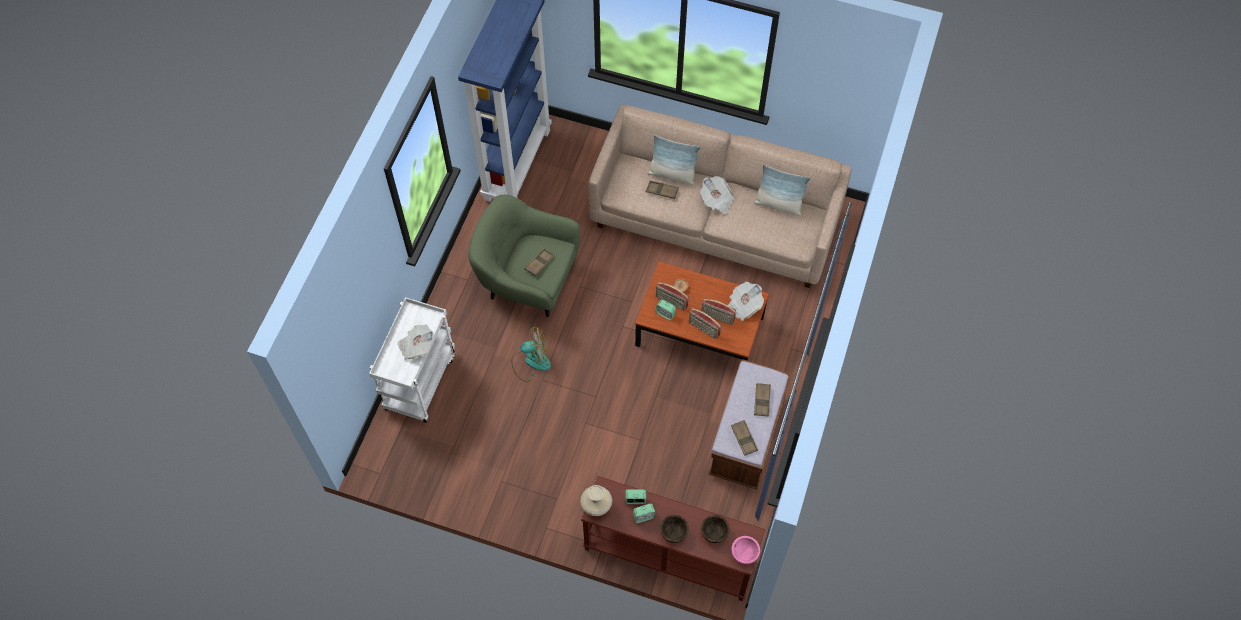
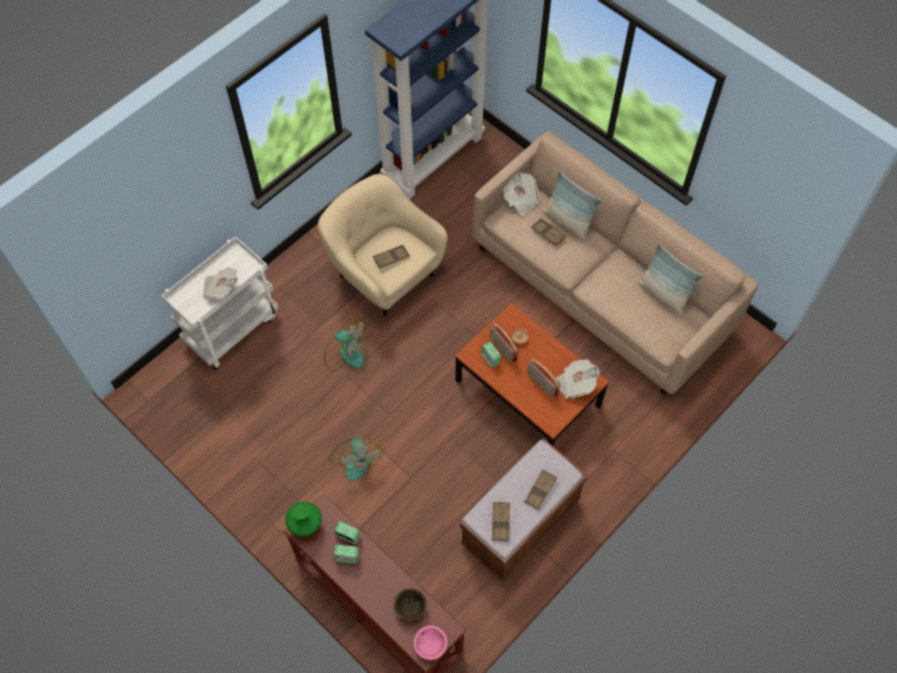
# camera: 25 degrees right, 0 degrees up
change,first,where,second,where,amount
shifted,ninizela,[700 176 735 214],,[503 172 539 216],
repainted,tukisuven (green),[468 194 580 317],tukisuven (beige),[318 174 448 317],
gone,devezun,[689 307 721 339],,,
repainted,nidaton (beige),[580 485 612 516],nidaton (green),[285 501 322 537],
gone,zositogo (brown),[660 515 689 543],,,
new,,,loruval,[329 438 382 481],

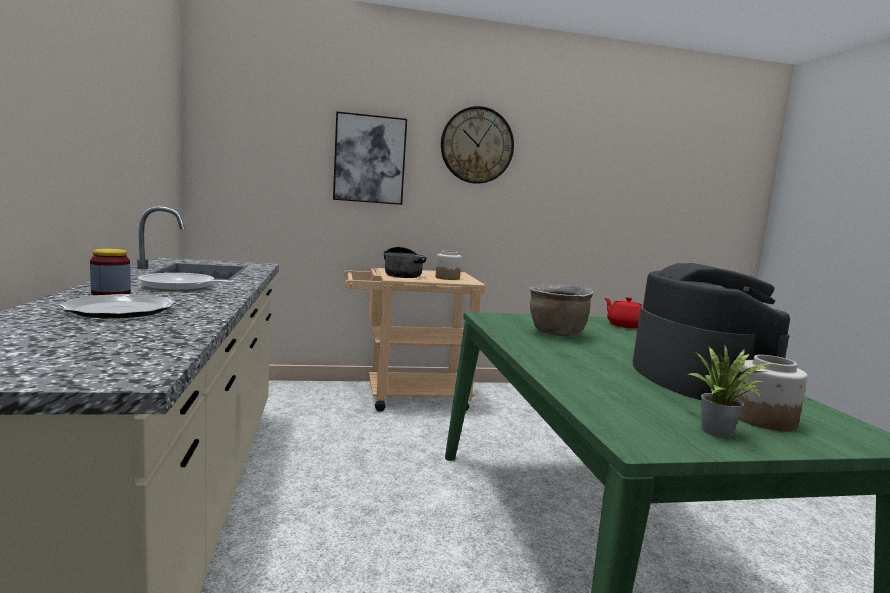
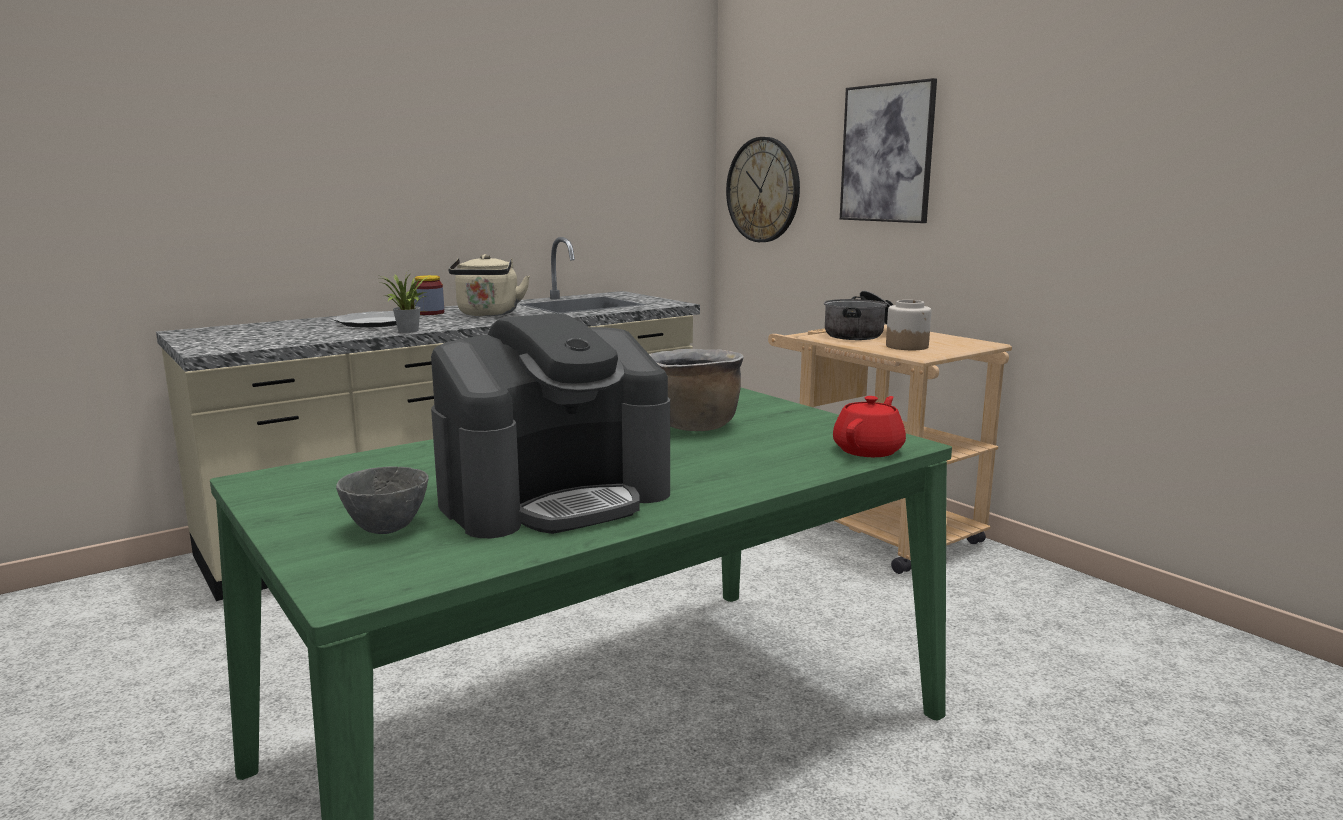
# camera: 65 degrees right, 5 degrees up
change,first,where,second,where,amount
shifted,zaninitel,[441 106 514 184],,[726 137 800 242],
swapped,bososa,[138 273 237 291],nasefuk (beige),[448 254 530 316],
shifted,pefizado,[689 346 778 438],,[379 271 430 333],
swapped,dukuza,[735 355 808 431],zositogo (grey),[336 466 429 534],

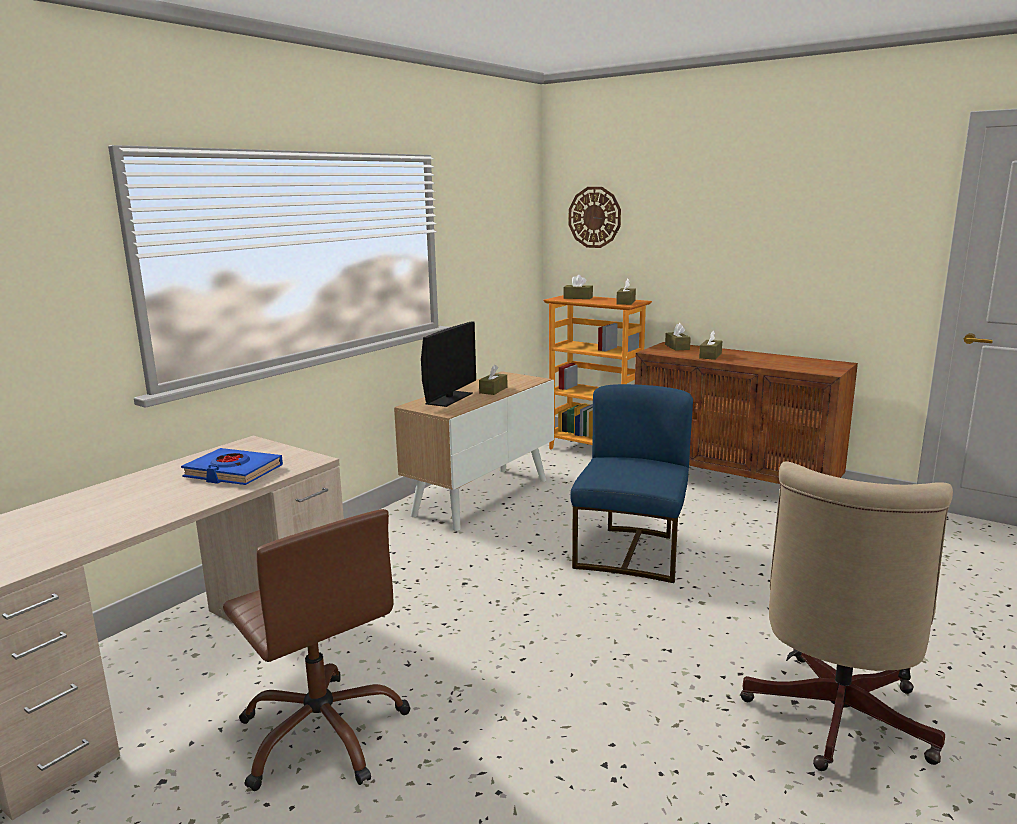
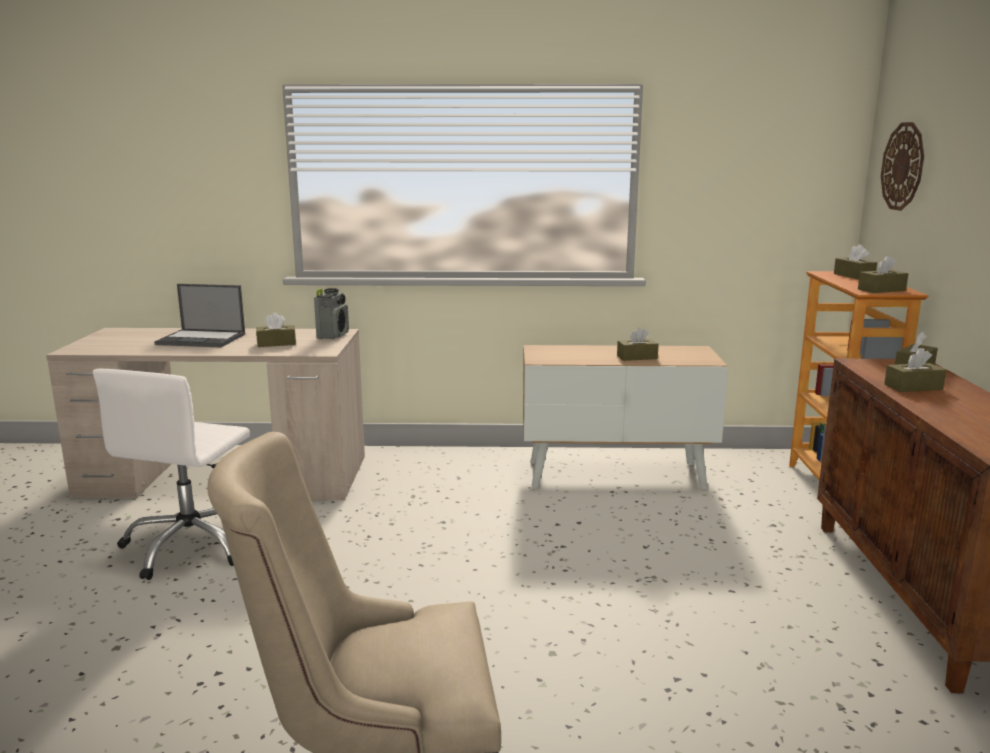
# camera: 55 degrees right, 0 degrees up
change,first,where,second,where,amount
gone,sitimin,[421 321 476 407],,,
gone,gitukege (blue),[570 384 693 583],,,
swapped,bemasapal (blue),[181 448 283 485],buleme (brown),[256 312 296 347],
repainted,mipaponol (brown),[223 509 410 791],mipaponol (white),[93 369 250 580],
new,,,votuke,[154 284 245 348],
new,,,devezun,[314 288 349 339],

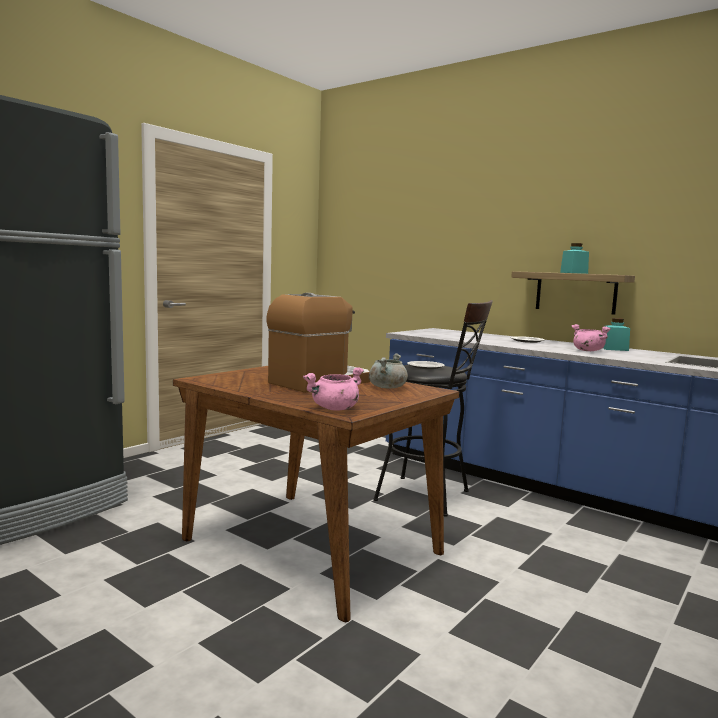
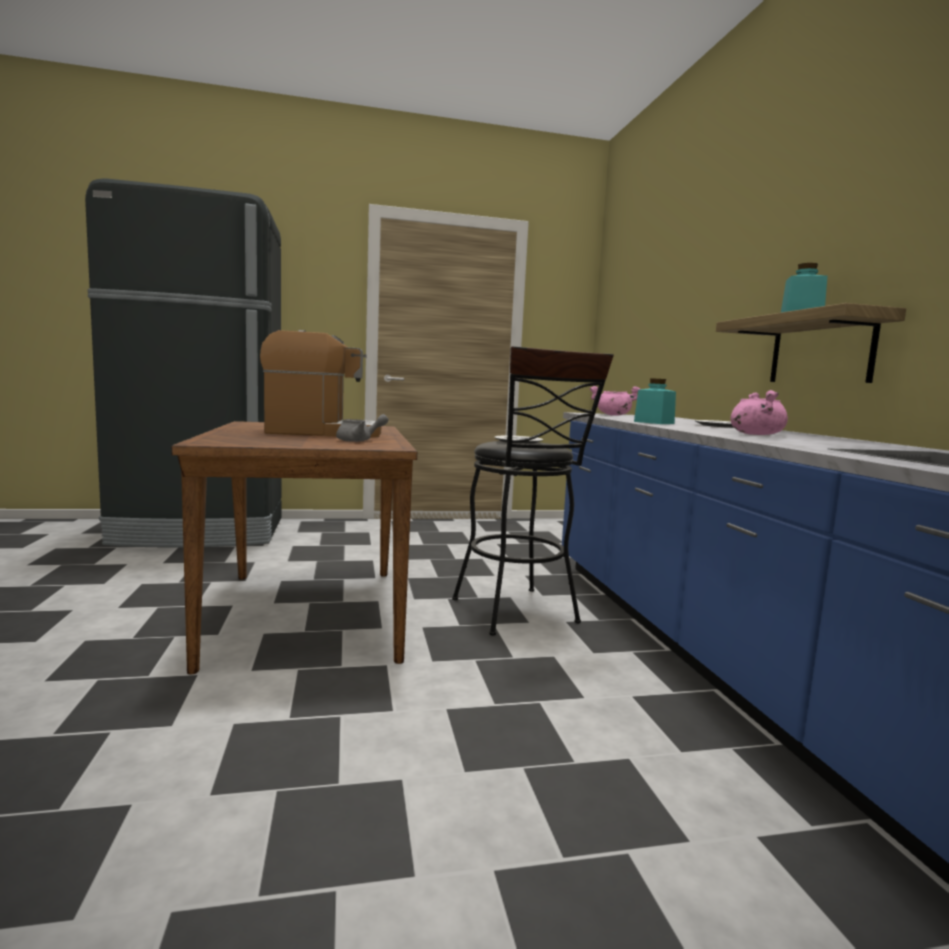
# camera: 40 degrees right, 0 degrees up
change,first,where,second,where,amount
shifted,dukuza (turquoise),[603 318 630 351],,[634 379 676 424],
swapped,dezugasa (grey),[369 353 408 388],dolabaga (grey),[336 414 389 442],
shifted,dezugasa (pink),[303 367 364 411],,[589 386 640 416],

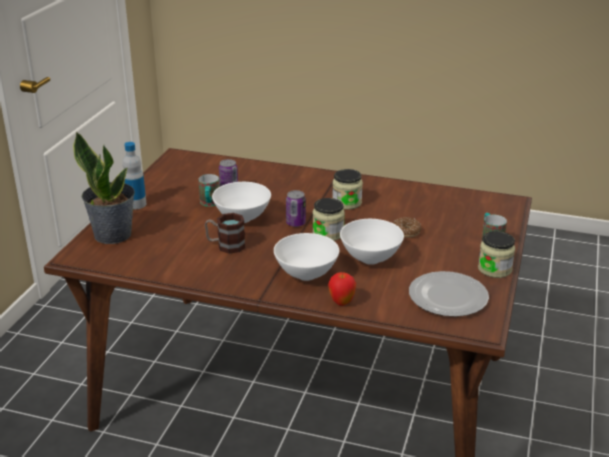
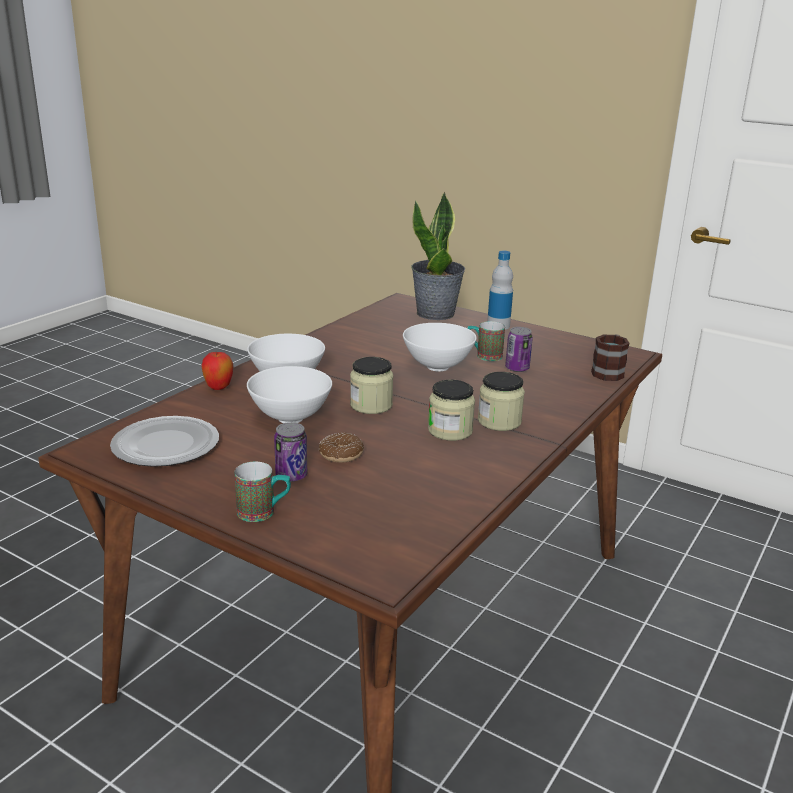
# camera: 105 degrees right, 5 degrees down
change,first,where,second,where,amount
shifted,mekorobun,[286 190 306 227],,[274 422 307 482],
shifted,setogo,[205 213 246 254],,[591 334 629 381],
shifted,dukuza,[478 231 515 278],,[478 372 525 431],

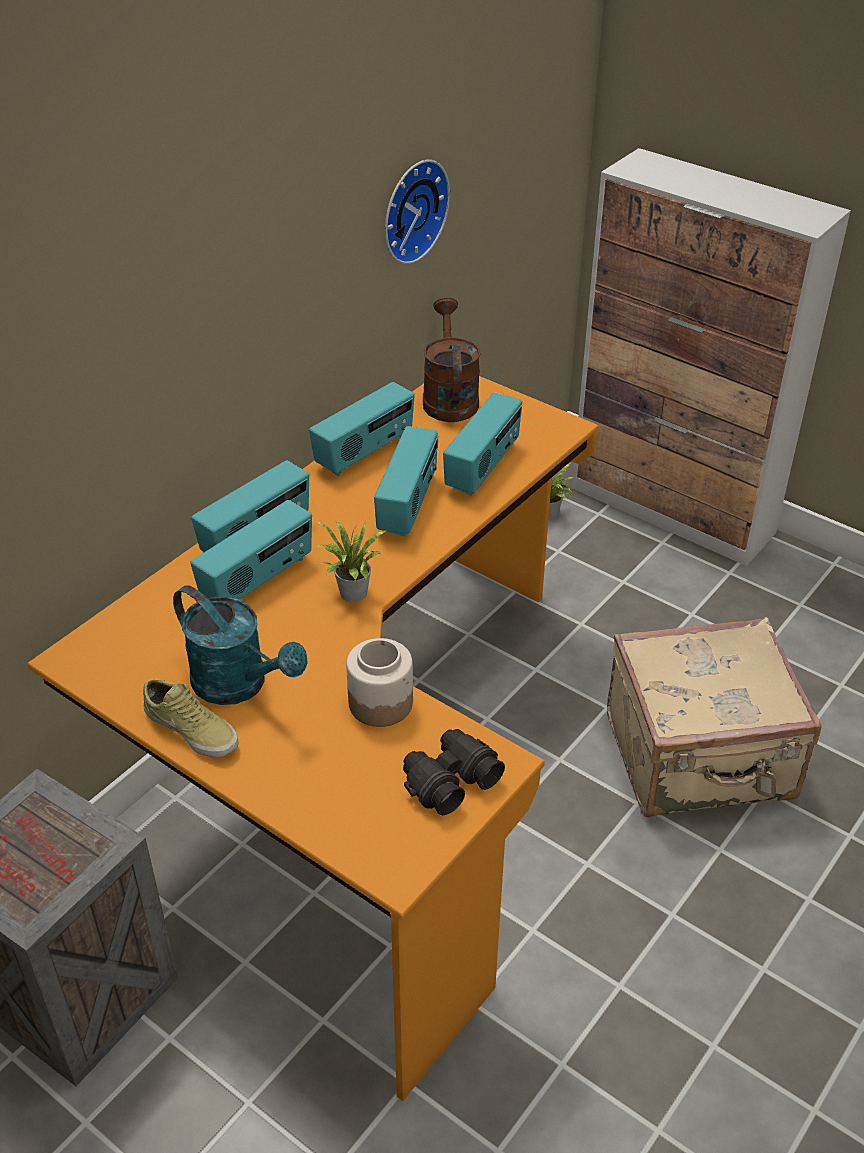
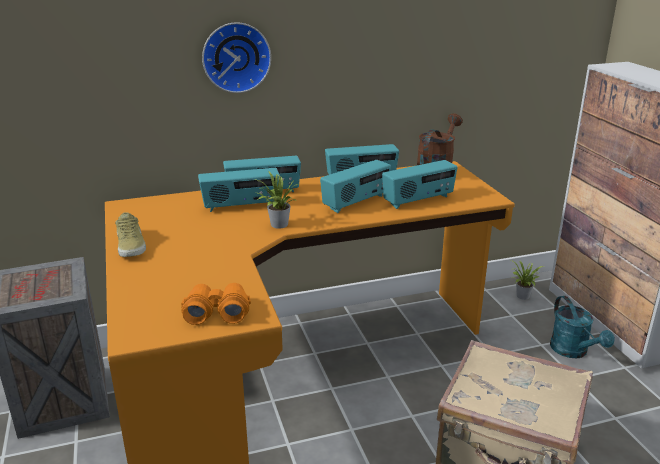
# camera: 35 degrees right, 15 degrees down
change,first,where,second,where,amount
shifted,zaninitel,[385 160 450 264],,[202 22 271 93],
shifted,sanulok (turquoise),[173 585 308 705],,[550 296 615 358],
gone,dukuza,[346 638 413 727],,,
repainted,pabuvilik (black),[403 729 505 815],pabuvilik (orange),[181 283 251 325],

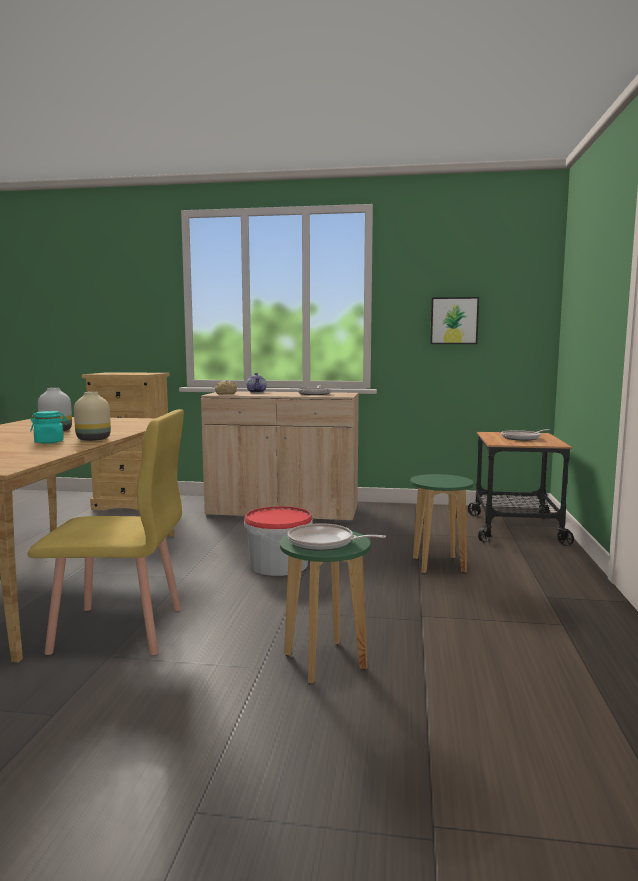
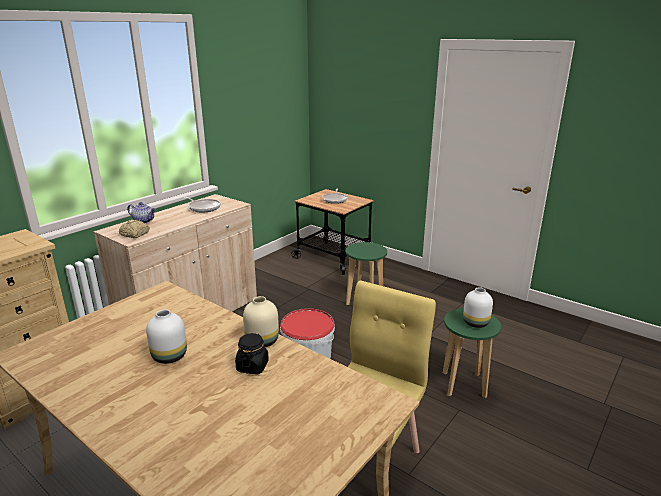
# camera: 60 degrees left, 15 degrees up
change,first,where,second,where,amount
gone,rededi,[430 297 479 344],,,
repainted,dukuza (turquoise),[30 411 67 444],dukuza (black),[235 333 269 374],
swapped,bososa,[288 523 386 551],nidaton (white),[463 287 493 328],

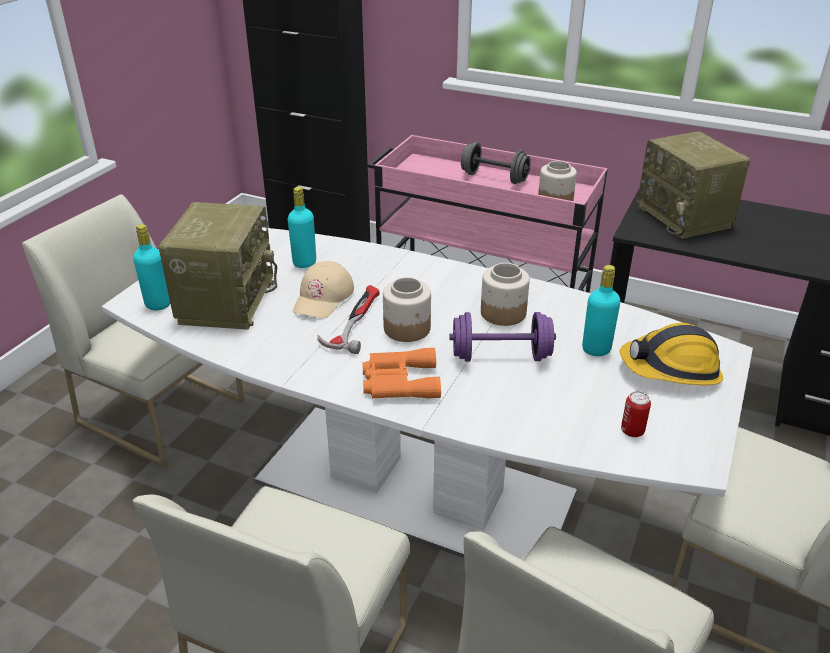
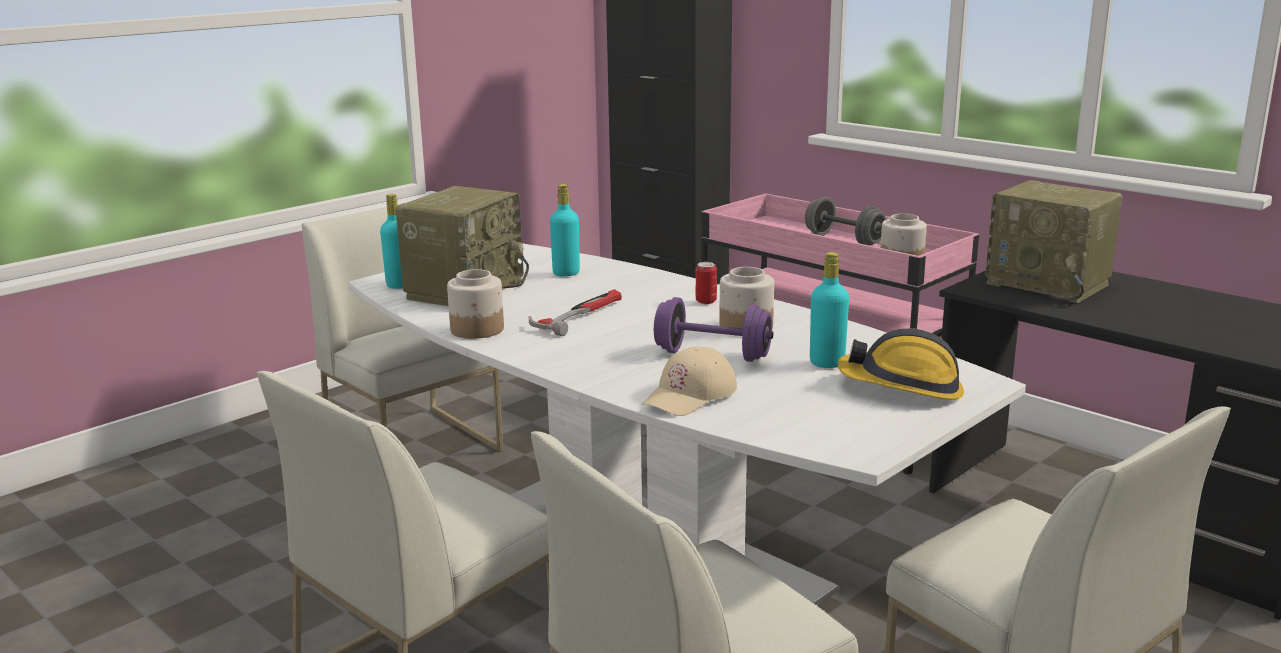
# camera: 20 degrees right, 15 degrees down
change,first,where,second,where,amount
rotated,devezun,[637 131 750 239],,[985 180 1123 303],45 degrees counterclockwise
shifted,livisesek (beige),[293 261 354 319],,[642 347 737 416],
shifted,dukuza,[383 277 431 342],,[447 269 504 339],
gone,pabuvilik (orange),[362 348 441 399],,,
shifted,mekorobun,[621 391 651 437],,[696 262 717 304],

